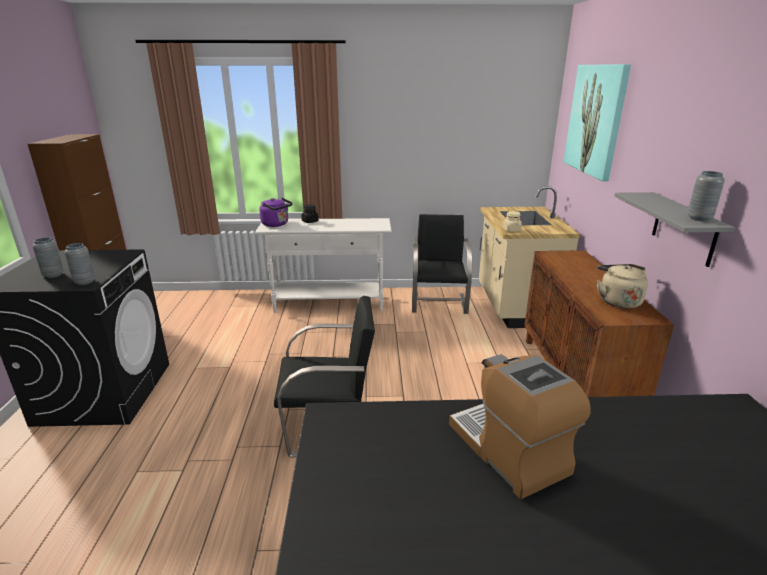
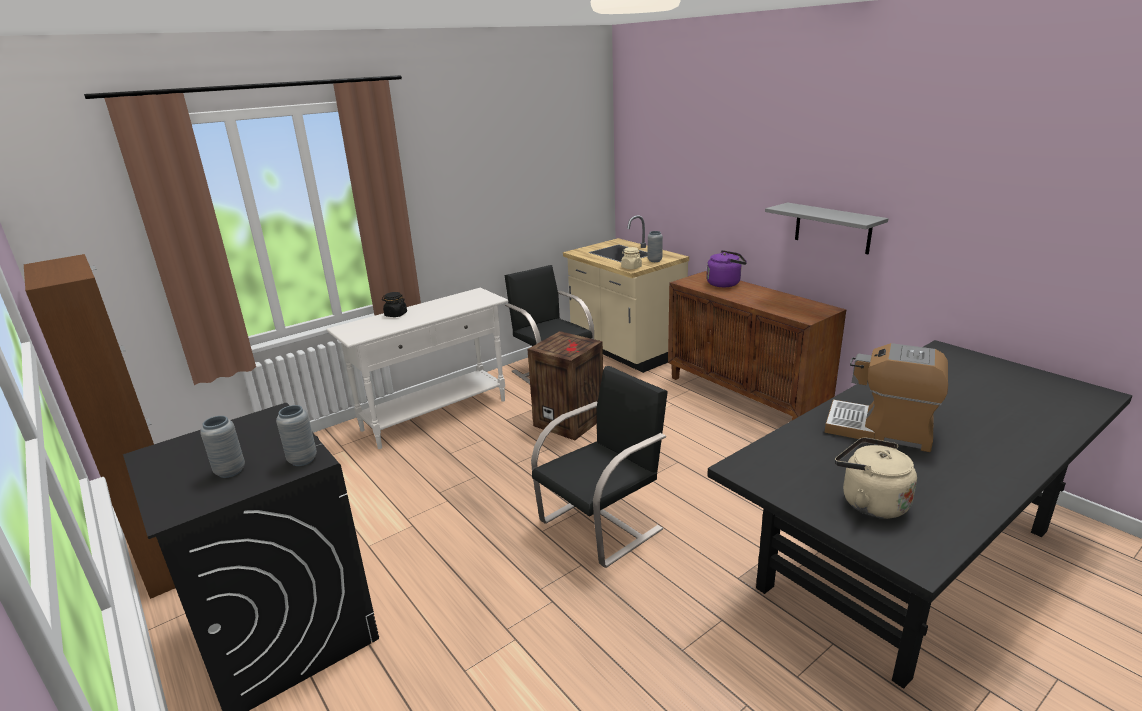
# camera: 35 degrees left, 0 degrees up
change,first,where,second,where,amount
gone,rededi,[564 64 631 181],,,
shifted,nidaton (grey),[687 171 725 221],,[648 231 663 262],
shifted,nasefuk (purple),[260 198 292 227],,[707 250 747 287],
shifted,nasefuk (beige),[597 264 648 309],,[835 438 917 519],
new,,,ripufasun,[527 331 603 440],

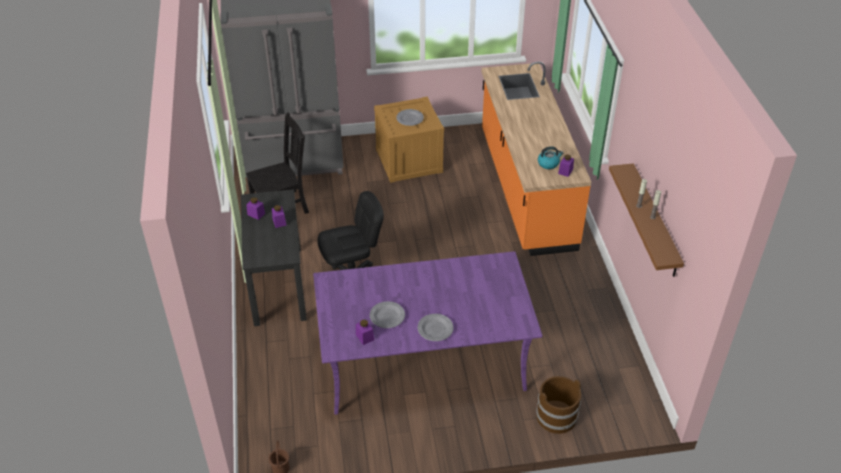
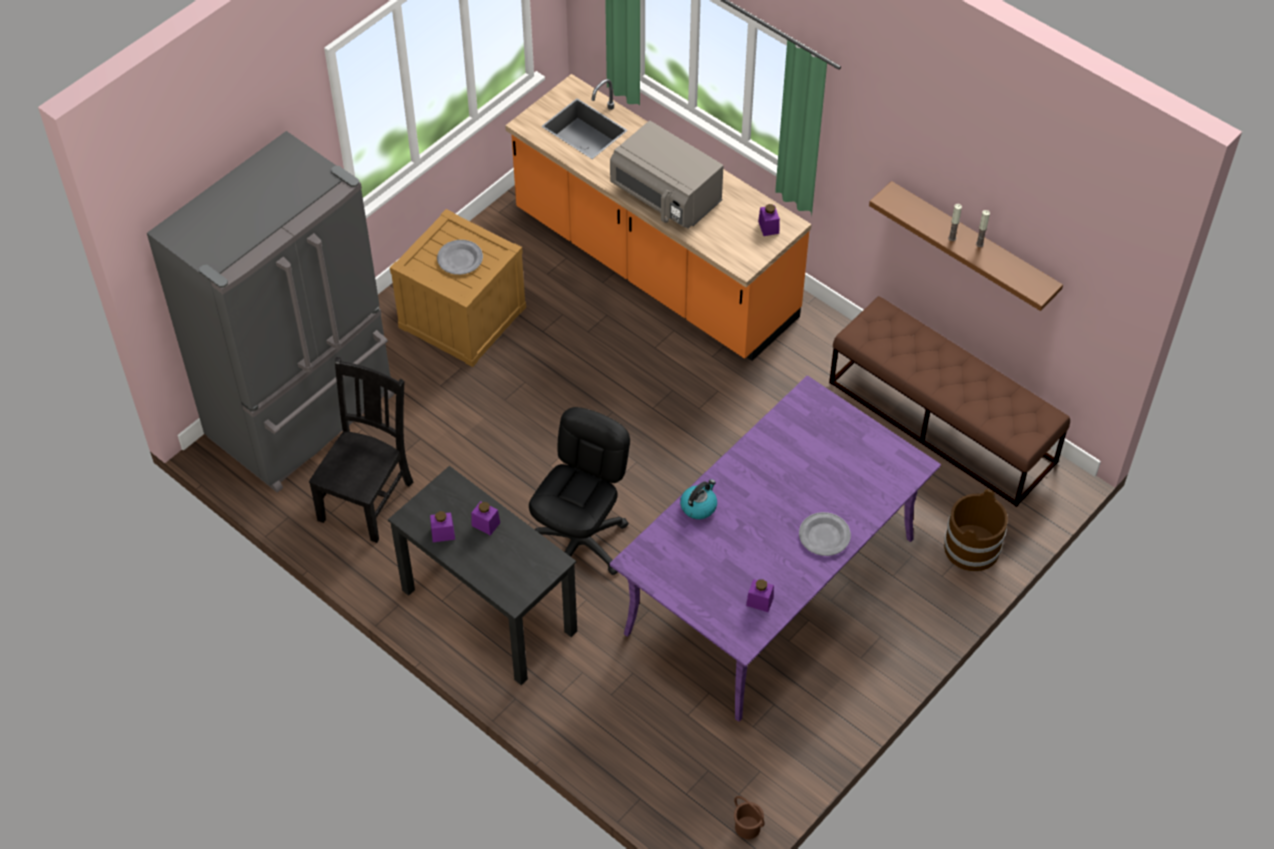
# camera: 40 degrees left, 10 degrees up
change,first,where,second,where,amount
shifted,nasefuk,[538 146 563 169],,[680 479 717 519],
gone,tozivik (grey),[370 301 405 328],,,
new,,,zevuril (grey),[610 121 723 229],
new,,,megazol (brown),[829 296 1070 507],

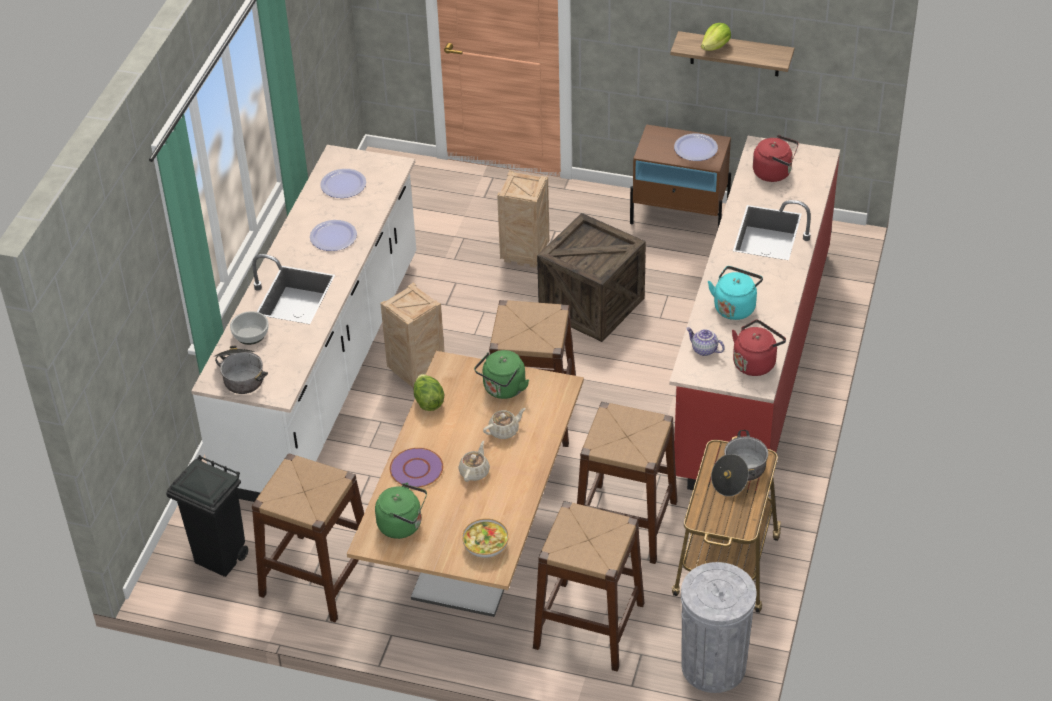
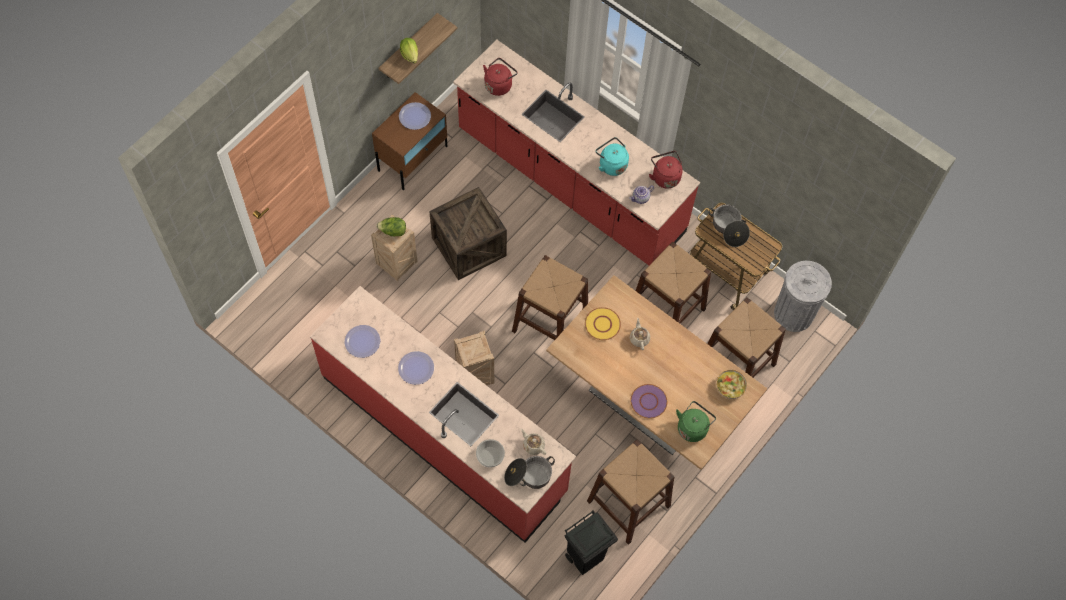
# camera: 70 degrees left, 20 degrees up
change,first,where,second,where,amount
repainted,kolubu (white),[191 145 416 502],kolubu (red),[310 286 576 543],
swapped,nasefuk (green),[474 350 529 399],tozivik (yellow),[585 307 621 340],
shifted,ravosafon,[414 374 445 411],,[376 217 406 236],
shifted,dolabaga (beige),[458 441 490 482],,[521 429 546 455],

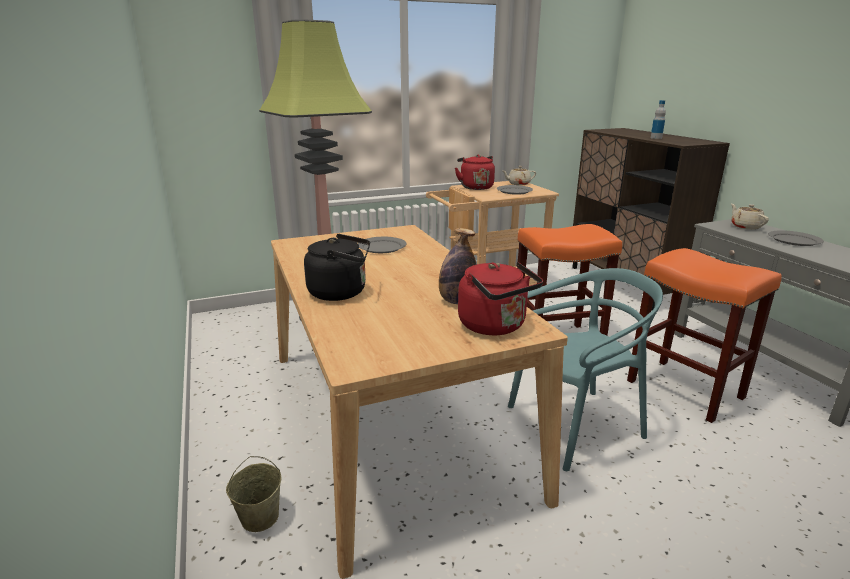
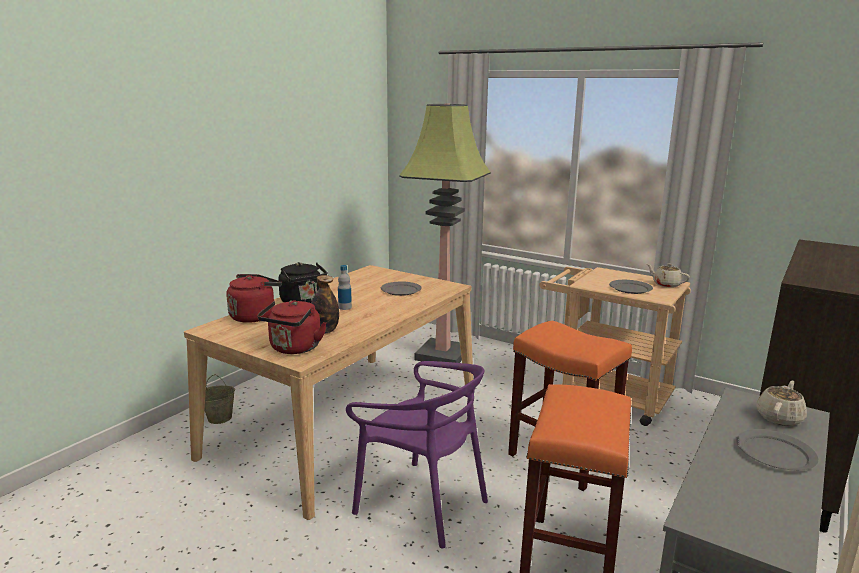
# camera: 55 degrees right, 5 degrees down
change,first,where,second,where,amount
shifted,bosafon,[651 100 666 139],,[338 265 352 310],
shifted,nasefuk (red),[455 154 495 190],,[226 274 282 323],
repainted,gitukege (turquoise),[508 268 663 471],gitukege (purple),[346 361 488 548],

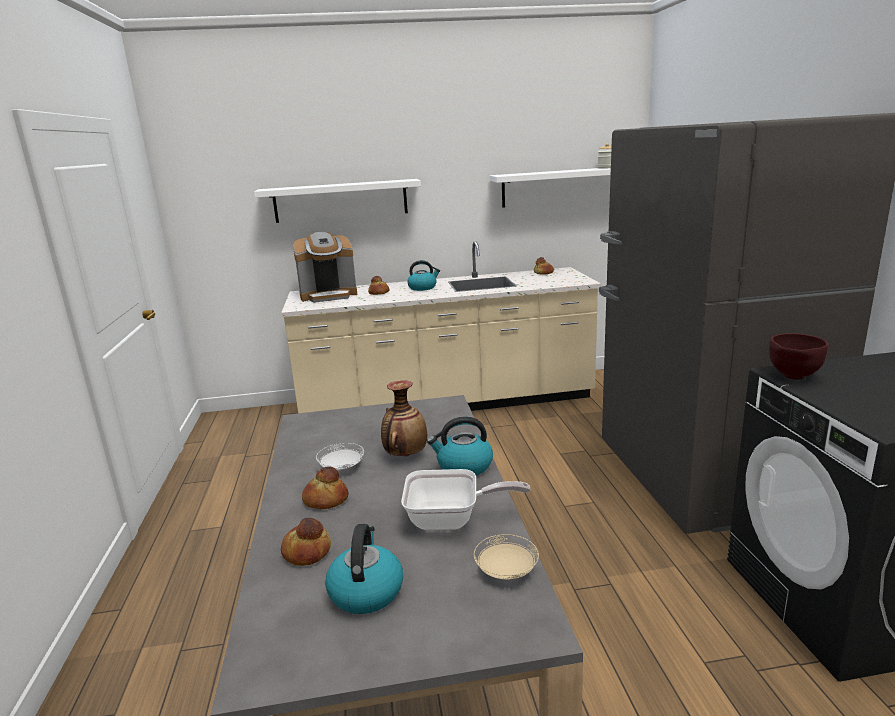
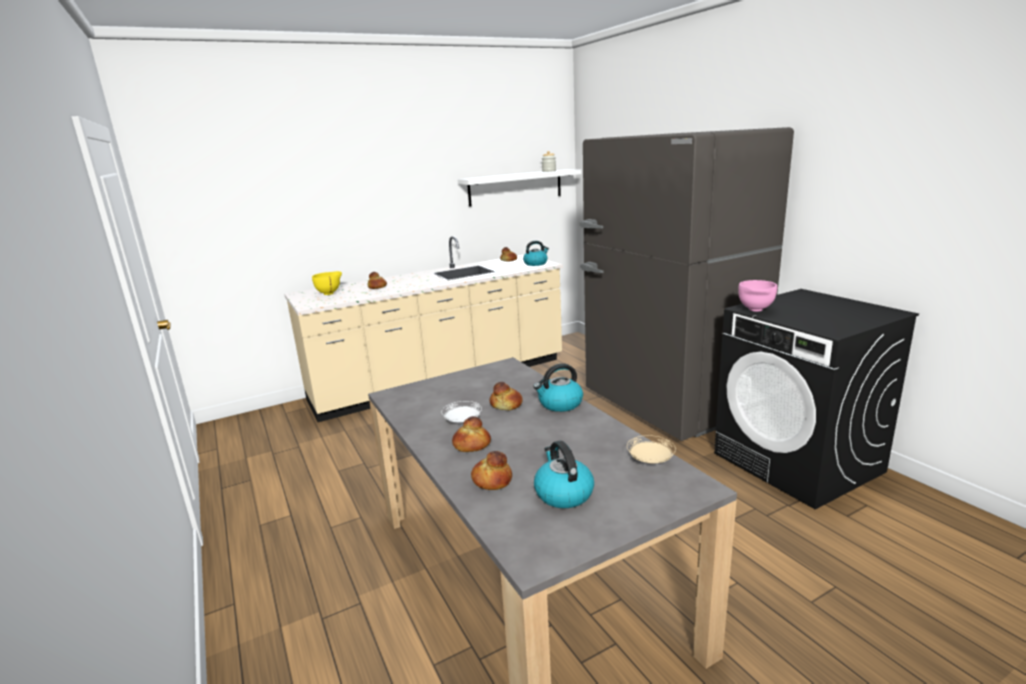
# camera: 20 degrees left, 0 degrees up
change,first,where,second,where,amount
gone,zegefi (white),[254 179 421 223],,,
swapped,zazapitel,[293 232 357 303],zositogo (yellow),[312 271 342 295],
shifted,nasefuk,[407 260 440 291],,[523 241 549 266],
repainted,zositogo (brown),[769 333 828 380],zositogo (pink),[738 280 777 312],
swapped,nidaton,[381 381 427 456],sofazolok,[490 382 523 410],
gone,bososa,[401 469 531 530],,,

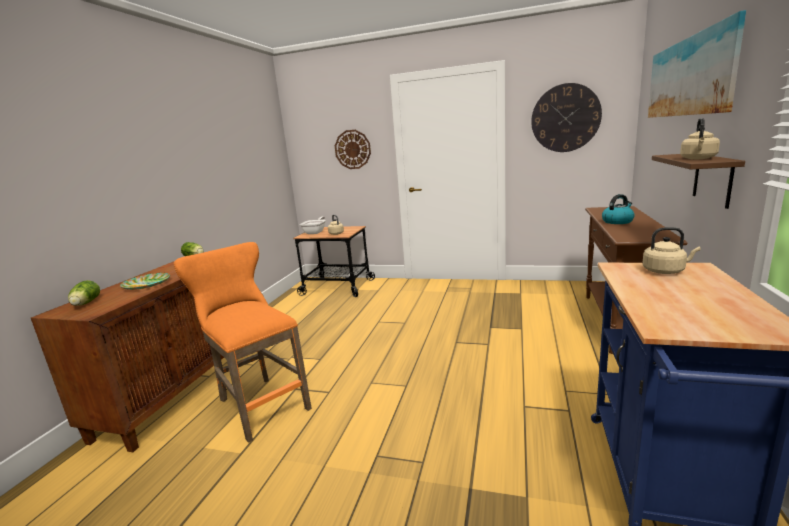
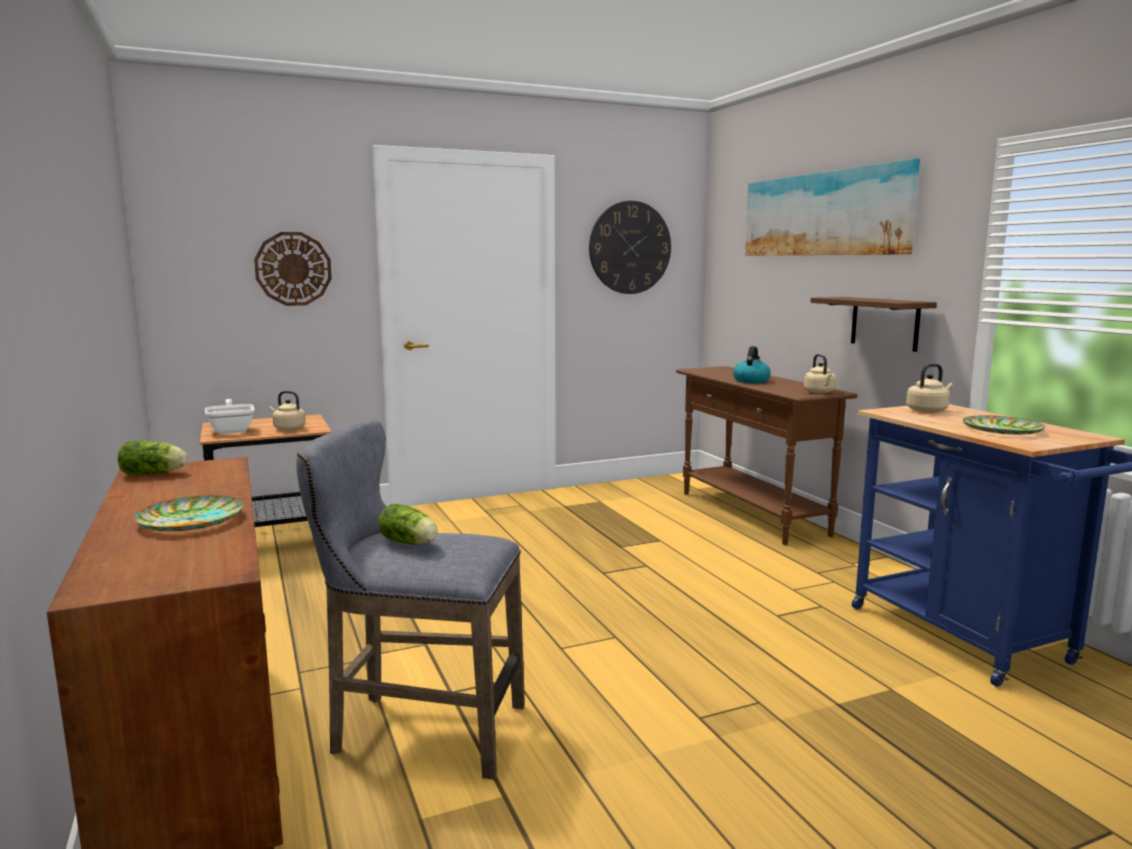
# camera: 40 degrees left, 5 degrees down
change,first,where,second,where,amount
shifted,nasefuk (beige),[680 118 720 159],,[804 354 836 393],
repainted,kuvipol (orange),[174 242 312 443],kuvipol (grey),[296 419 525 779],
shifted,ravosafon,[68 280 100 306],,[378 503 438 545],
new,,,tozivik,[963 415 1045 435],

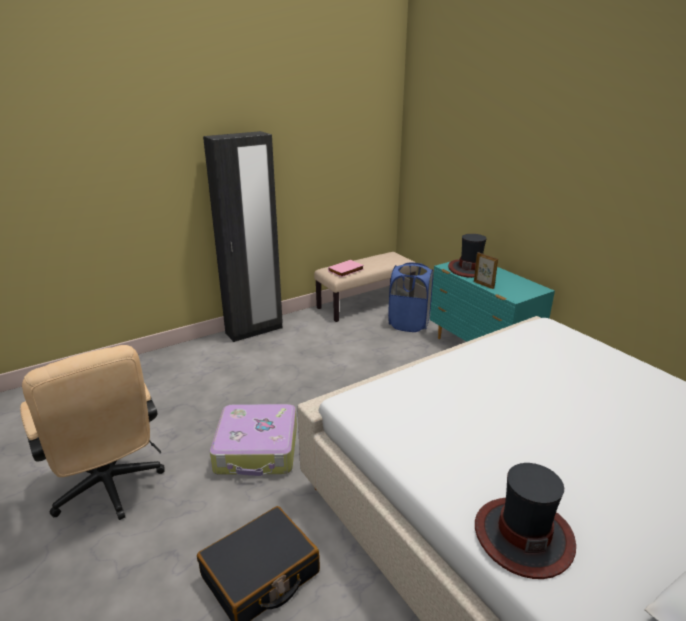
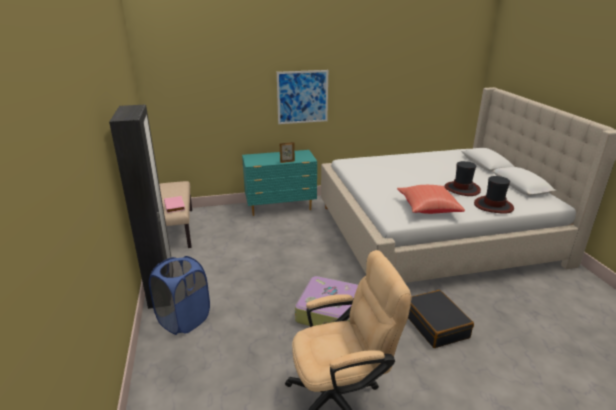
# camera: 70 degrees left, 0 degrees up
change,first,where,second,where,amount
shifted,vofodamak,[448 234 487 278],,[444 161 481 196],
shifted,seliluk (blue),[388 262 433 332],,[149 256 210 335],
new,,,rededi,[277 70 328 124],
new,,,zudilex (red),[397 185 465 214],

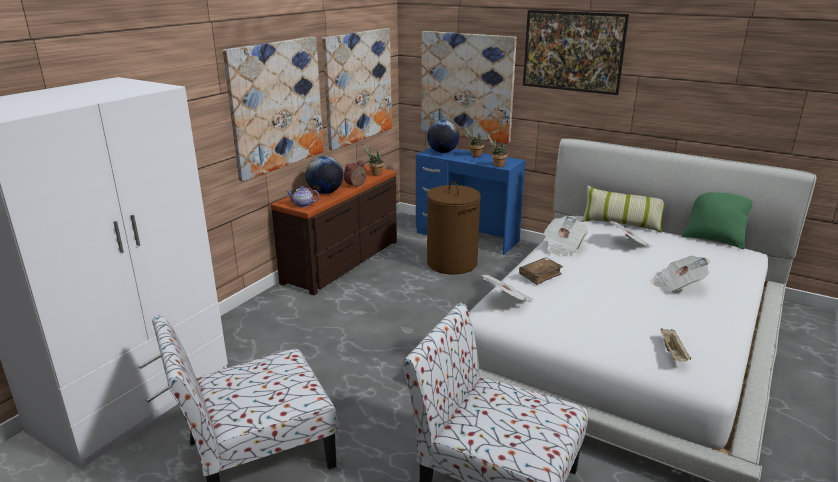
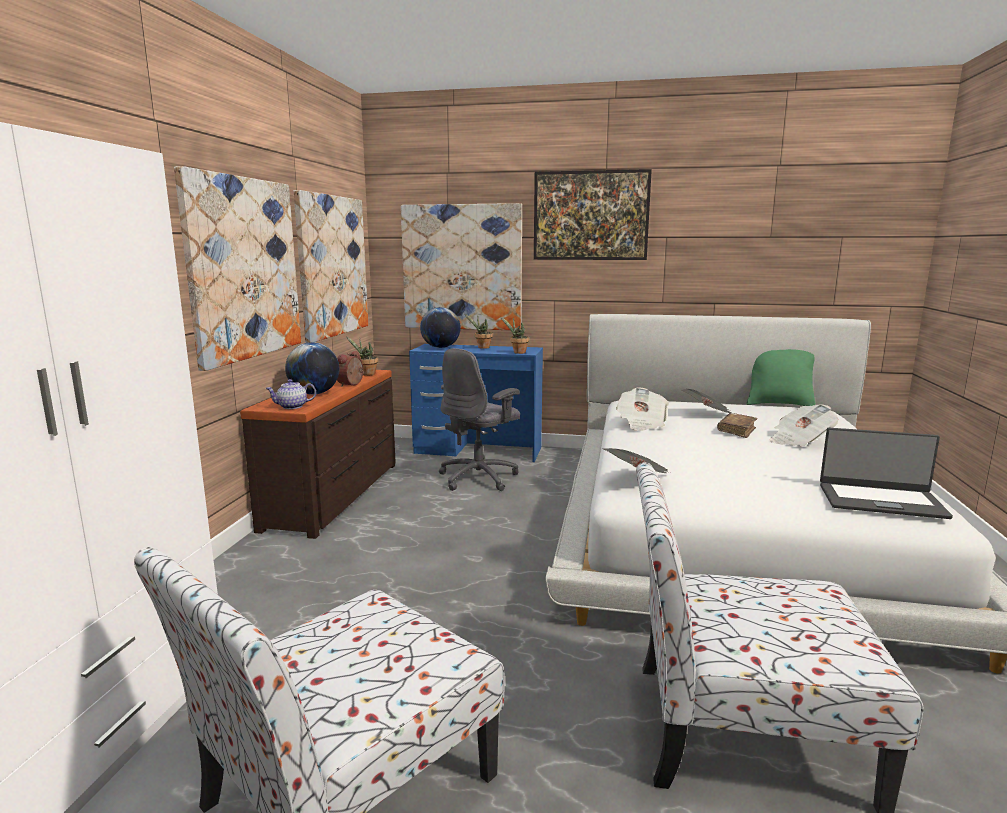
# camera: 20 degrees left, 10 degrees down
change,first,where,second,where,amount
swapped,seliluk (brown),[427 182 481 275],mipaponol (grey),[439 348 520 491],
gone,zudilex,[581 186 665 233],,,
shifted,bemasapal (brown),[519 258 563 285],,[717 413 758 438],
swapped,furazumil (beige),[660 328 691 361],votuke,[820 428 953 519],

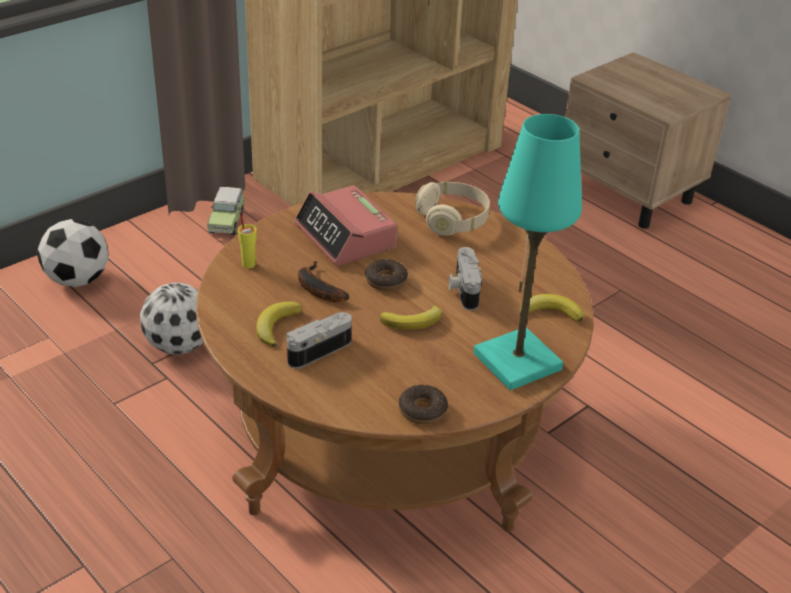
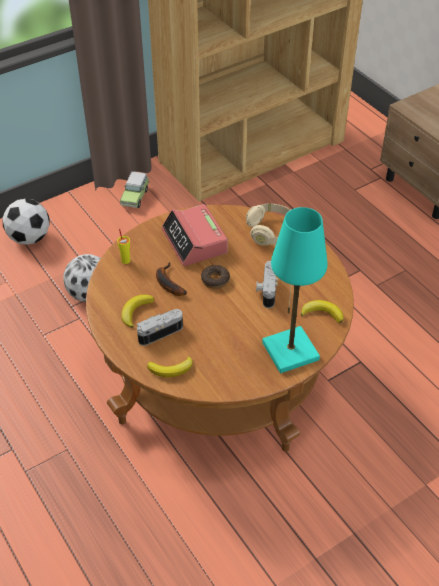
# camera: 10 degrees right, 10 degrees up
change,first,where,second,where,amount
shifted,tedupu,[380 305 442 330],,[147 357 193 377],
gone,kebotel,[399 385 448 424],,,

